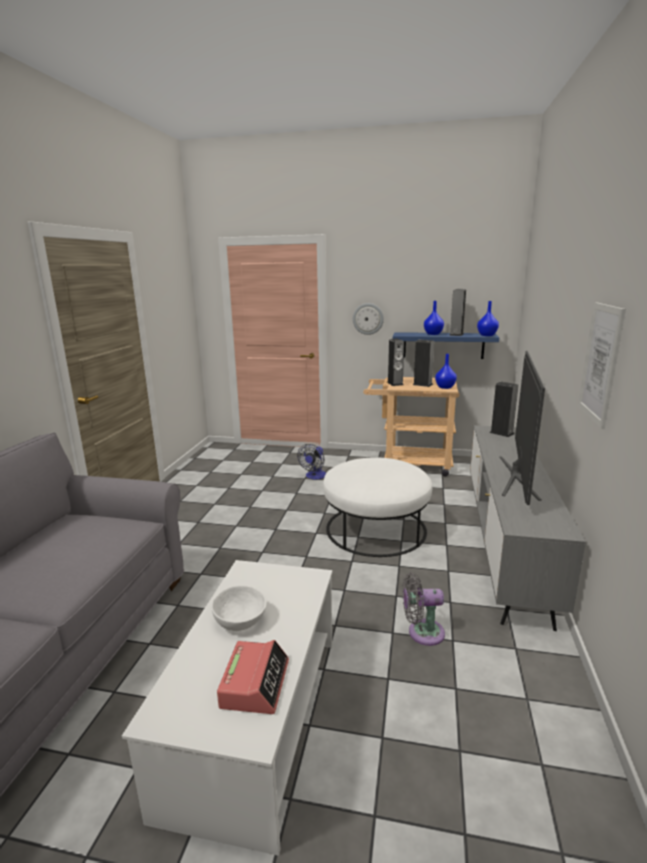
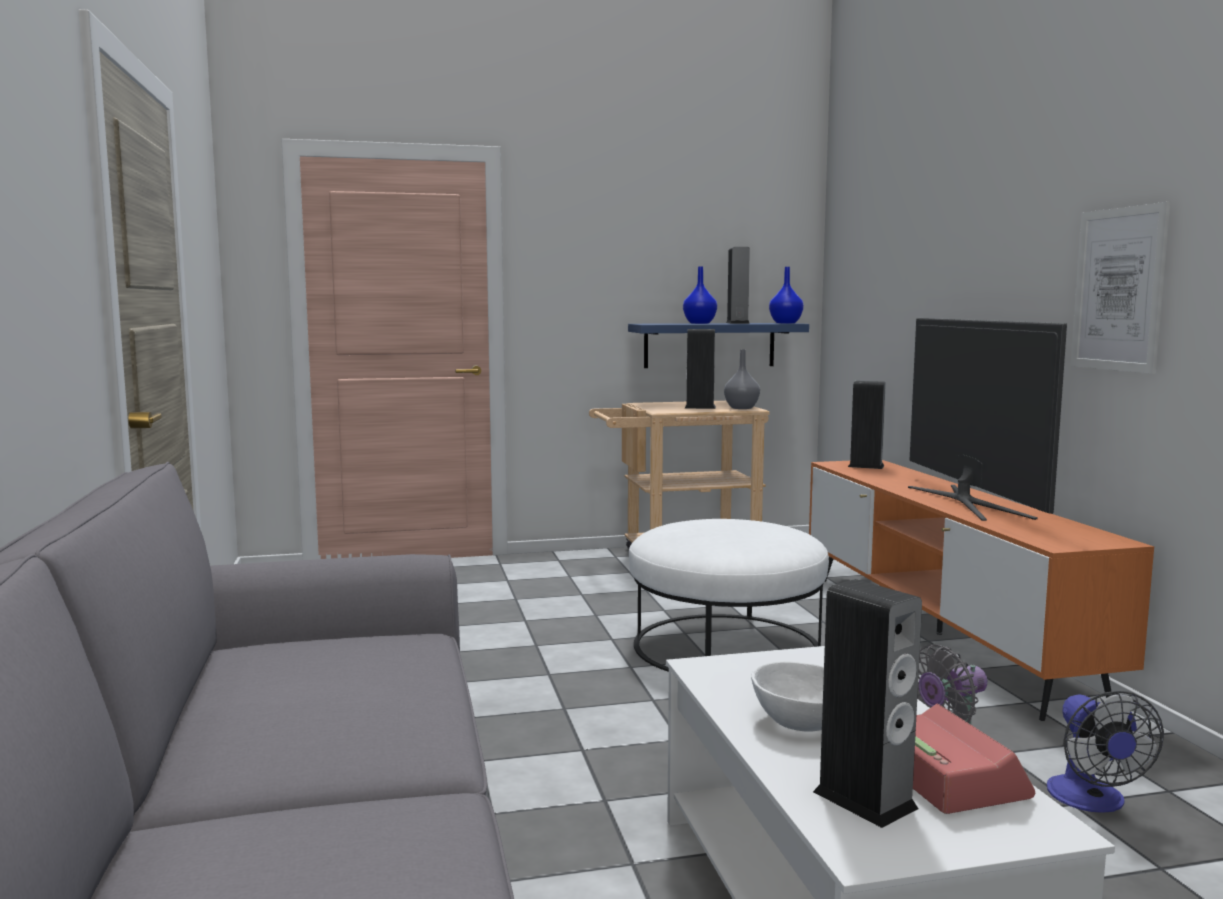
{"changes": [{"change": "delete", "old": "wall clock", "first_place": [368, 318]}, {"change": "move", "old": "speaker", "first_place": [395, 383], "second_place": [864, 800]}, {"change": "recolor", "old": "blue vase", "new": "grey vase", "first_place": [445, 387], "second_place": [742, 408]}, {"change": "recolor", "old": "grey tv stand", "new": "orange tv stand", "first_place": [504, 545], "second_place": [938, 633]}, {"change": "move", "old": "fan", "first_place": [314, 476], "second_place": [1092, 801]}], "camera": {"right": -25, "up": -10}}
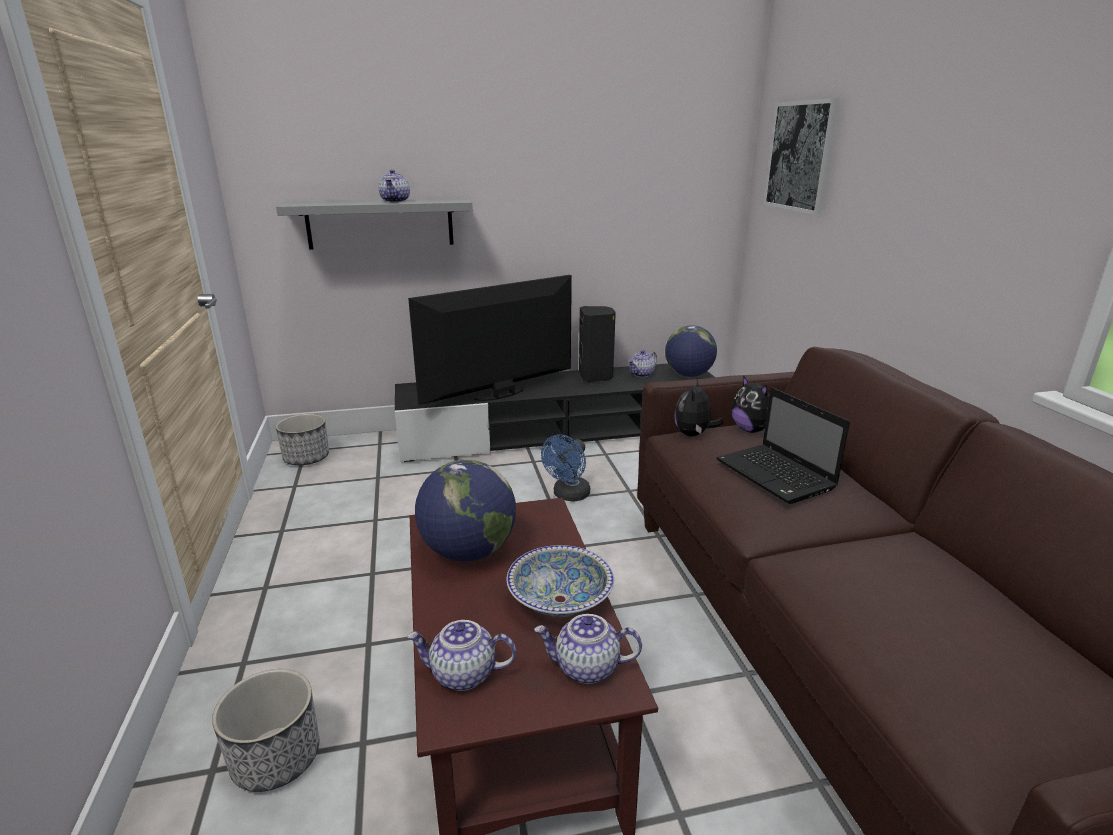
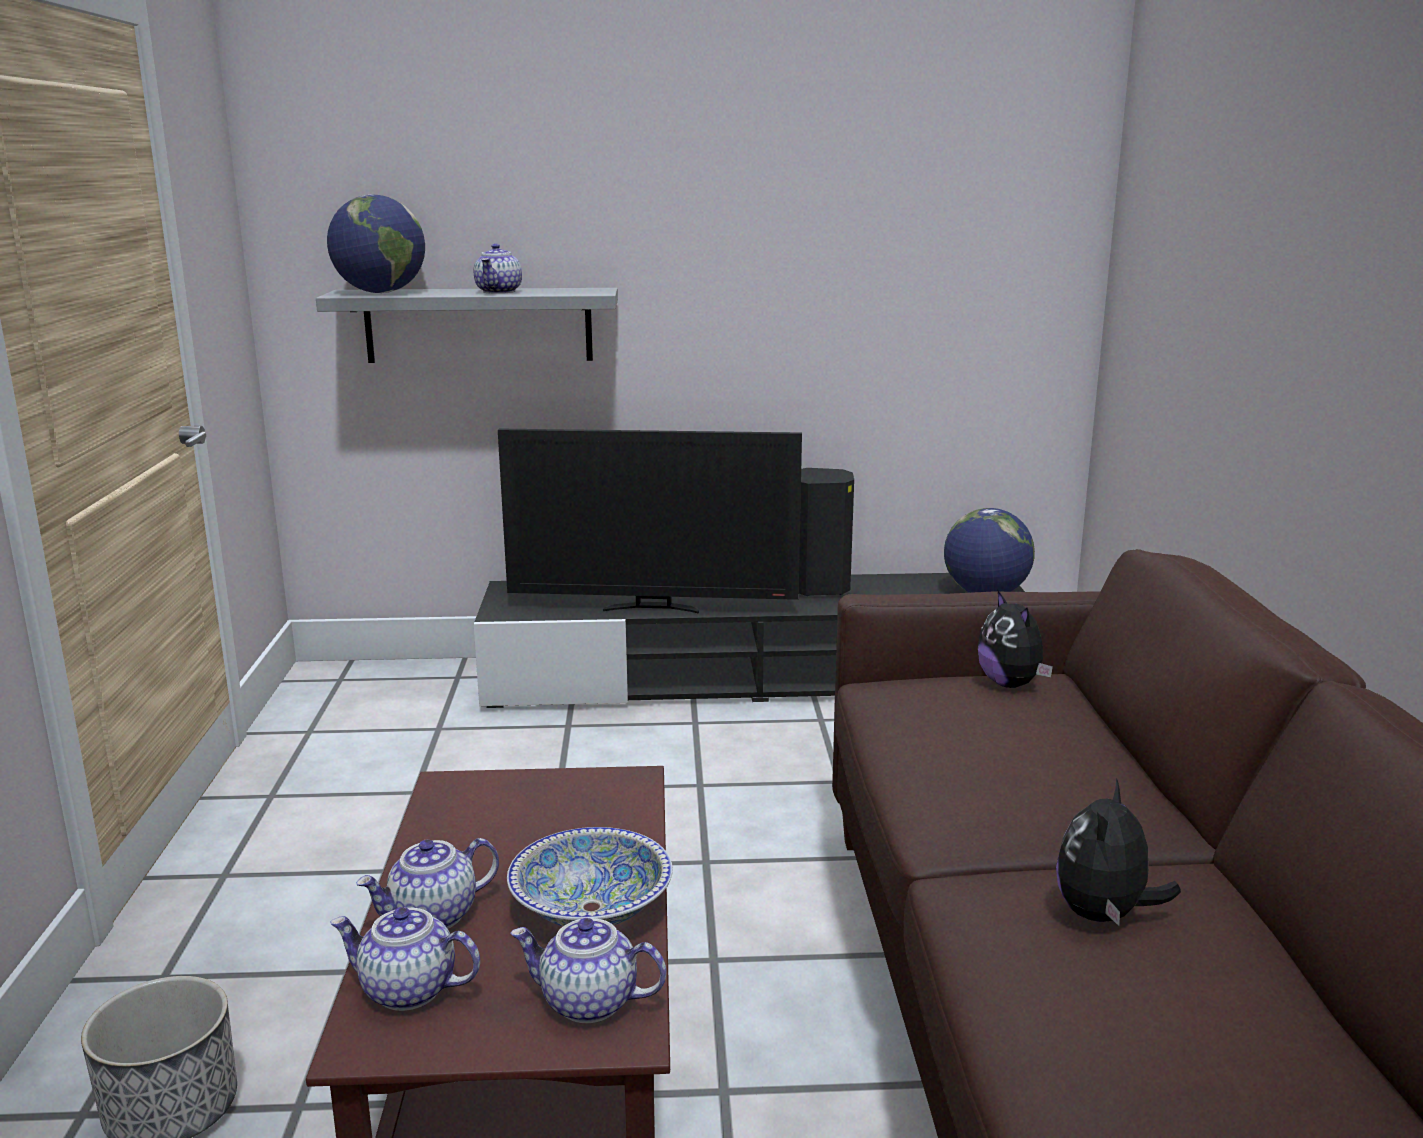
{"changes": [{"change": "delete", "old": "picture", "first_place": [801, 156]}, {"change": "rotate", "old": "television", "first_place": [501, 395], "second_place": [653, 608], "degrees": -150}, {"change": "move", "old": "teapot", "first_place": [642, 374], "second_place": [433, 916]}, {"change": "move", "old": "plush toy", "first_place": [693, 435], "second_place": [1104, 916]}, {"change": "delete", "old": "laptop", "first_place": [777, 475]}, {"change": "delete", "old": "planter", "first_place": [306, 458]}, {"change": "delete", "old": "blue fan", "first_place": [568, 496]}, {"change": "move", "old": "globe", "first_place": [468, 552], "second_place": [380, 292]}], "camera": {"right": 10, "up": -5}}
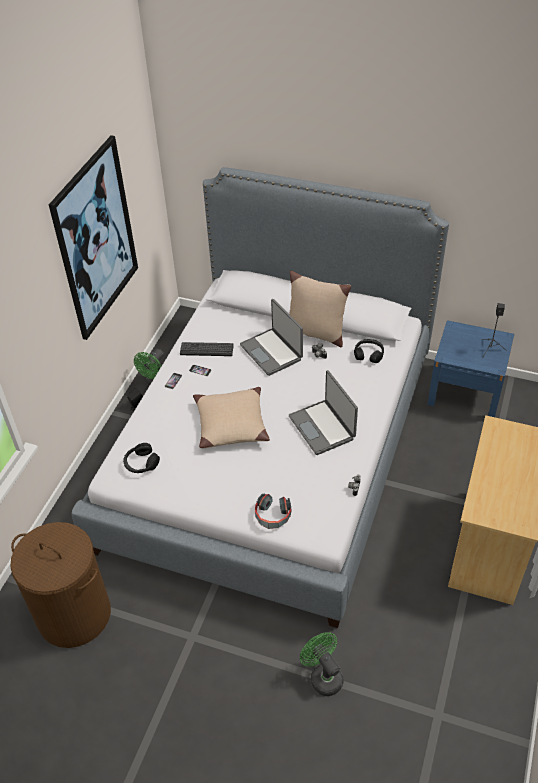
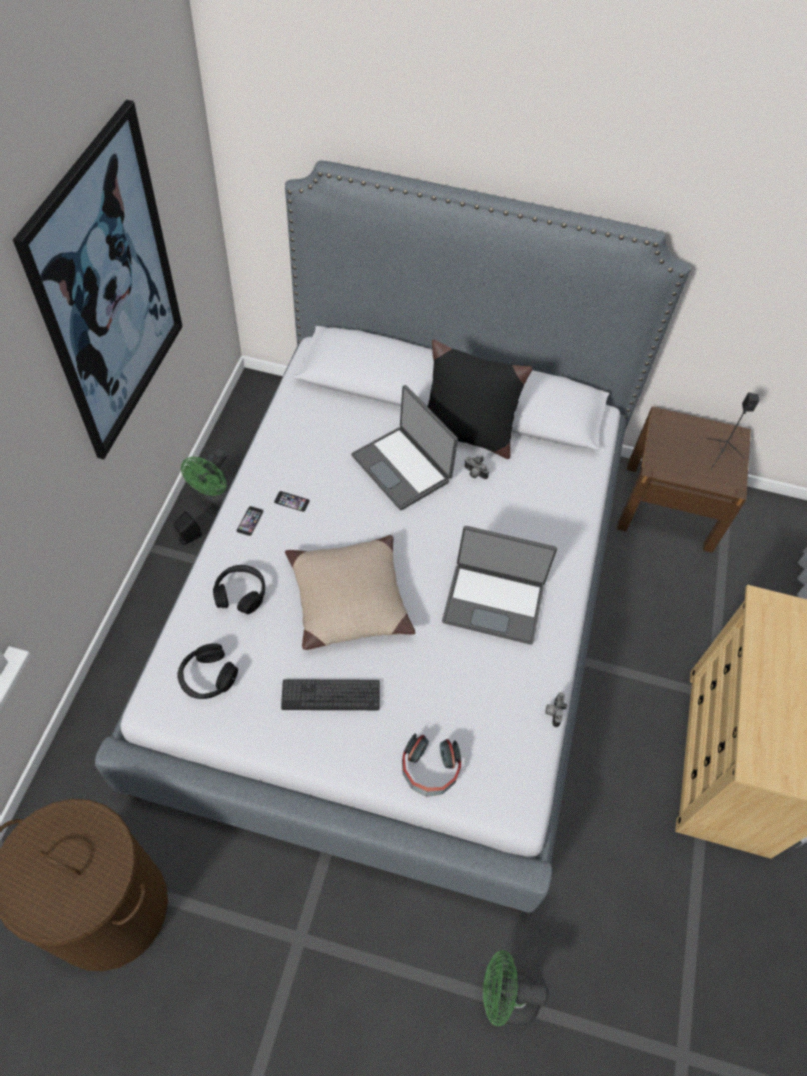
{"changes": [{"change": "recolor", "old": "beige pillow", "new": "black pillow", "first_place": [315, 333], "second_place": [466, 433]}, {"change": "recolor", "old": "blue nightstand", "new": "brown nightstand", "first_place": [465, 391], "second_place": [668, 506]}, {"change": "move", "old": "black headphones", "first_place": [368, 354], "second_place": [240, 593]}, {"change": "move", "old": "keyboard", "first_place": [206, 349], "second_place": [331, 695]}, {"change": "rotate", "old": "laptop", "first_place": [323, 427], "second_place": [494, 602], "degrees": -45}, {"change": "rotate", "old": "green fan", "first_place": [323, 676], "second_place": [505, 998], "degrees": -45}], "camera": {"right": -10, "up": 10}}
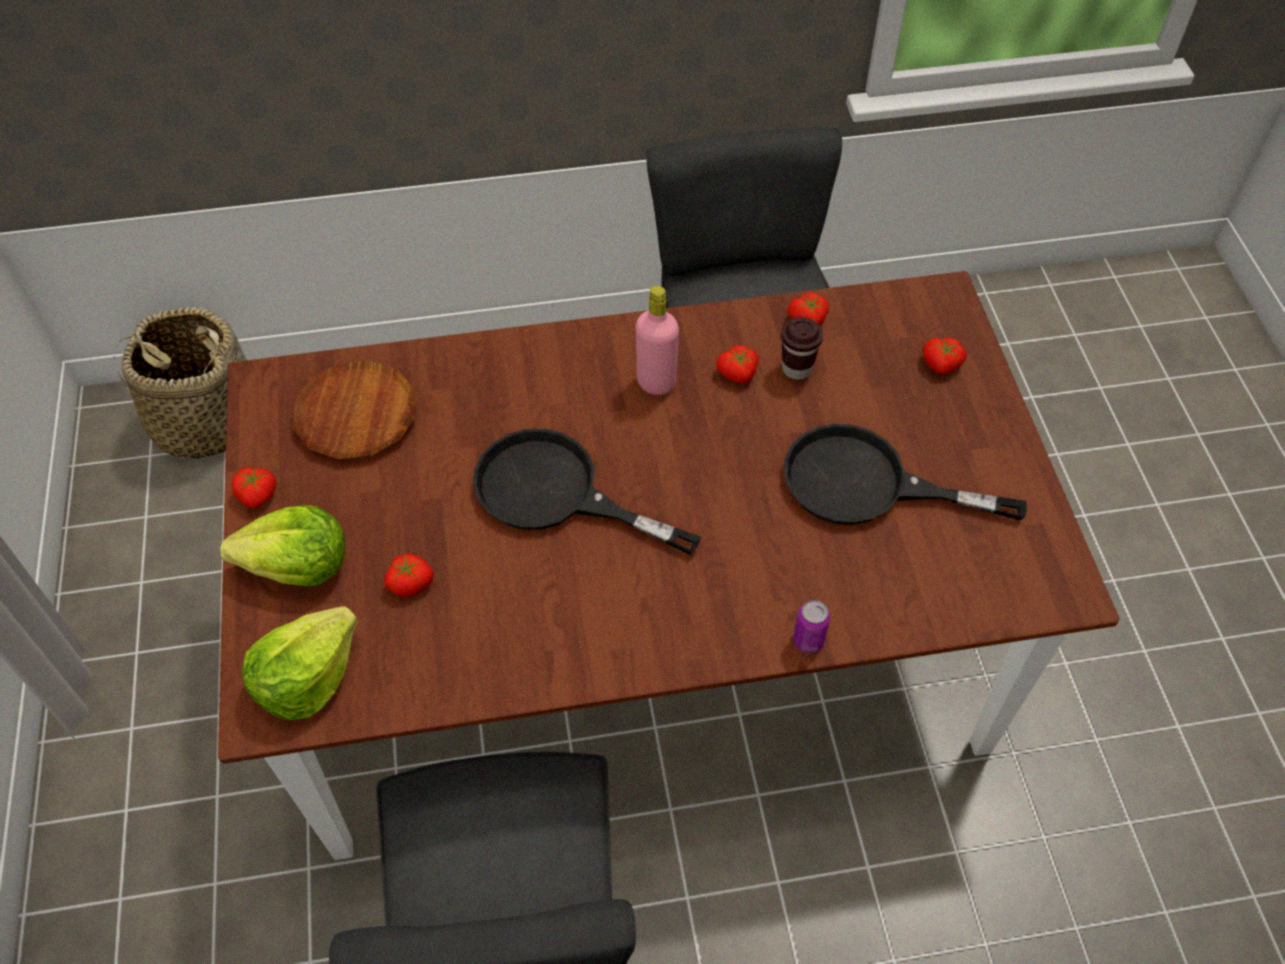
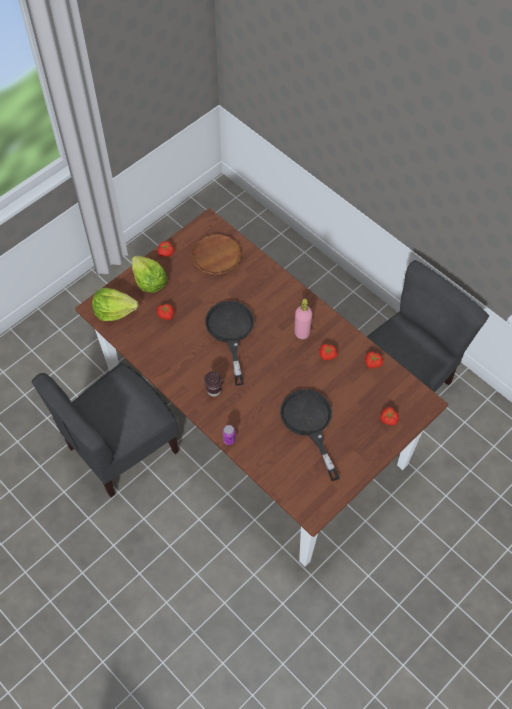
{"changes": [{"change": "delete", "old": "basket", "first_place": [206, 420]}, {"change": "move", "old": "brown cup", "first_place": [796, 369], "second_place": [214, 391]}], "camera": {"right": 55, "up": 5}}
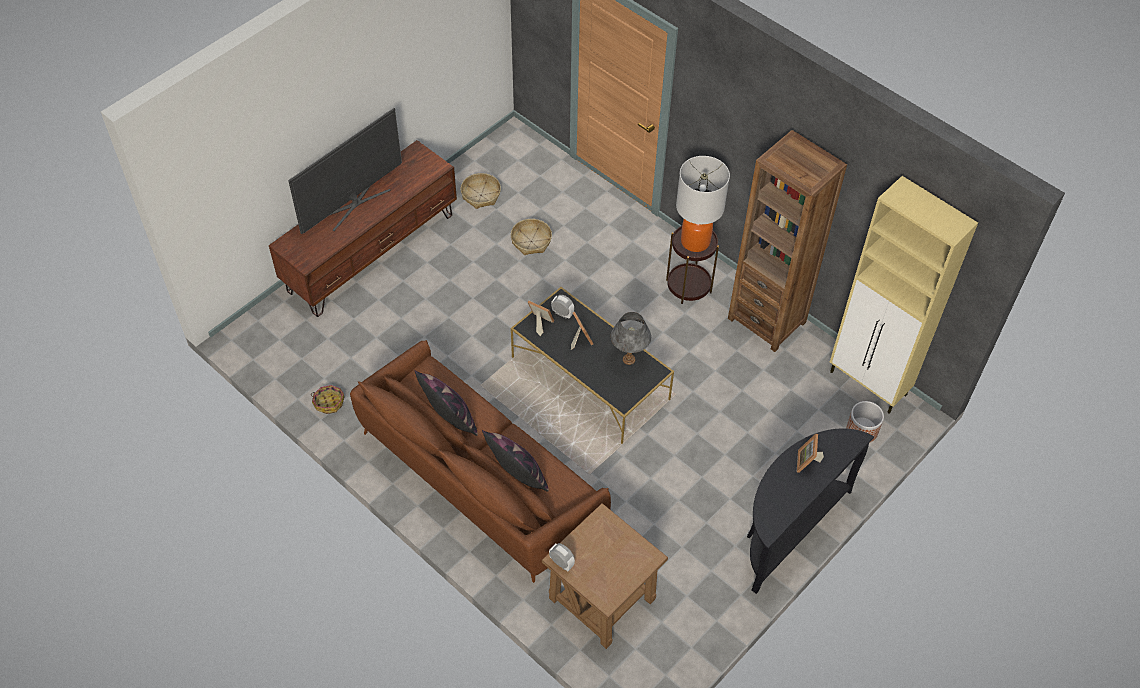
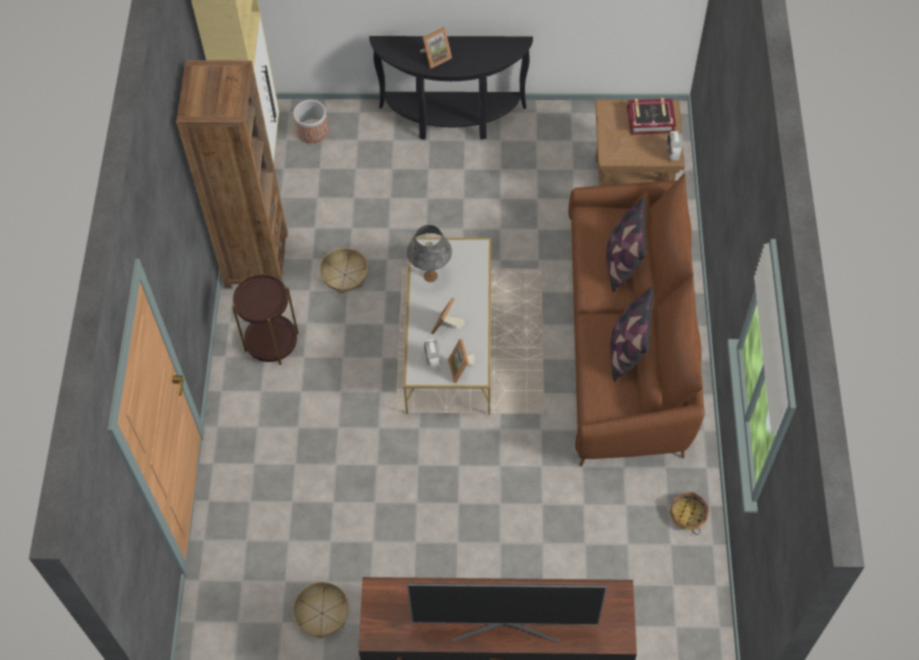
{"changes": [{"change": "delete", "old": "table lamp", "first_place": [695, 241]}, {"change": "move", "old": "basket", "first_place": [531, 241], "second_place": [345, 275]}, {"change": "recolor", "old": "black coffee table", "new": "white coffee table", "first_place": [589, 377], "second_place": [449, 340]}, {"change": "insert", "new": "book", "second_place": [650, 119]}], "camera": {"right": -130, "up": 5}}
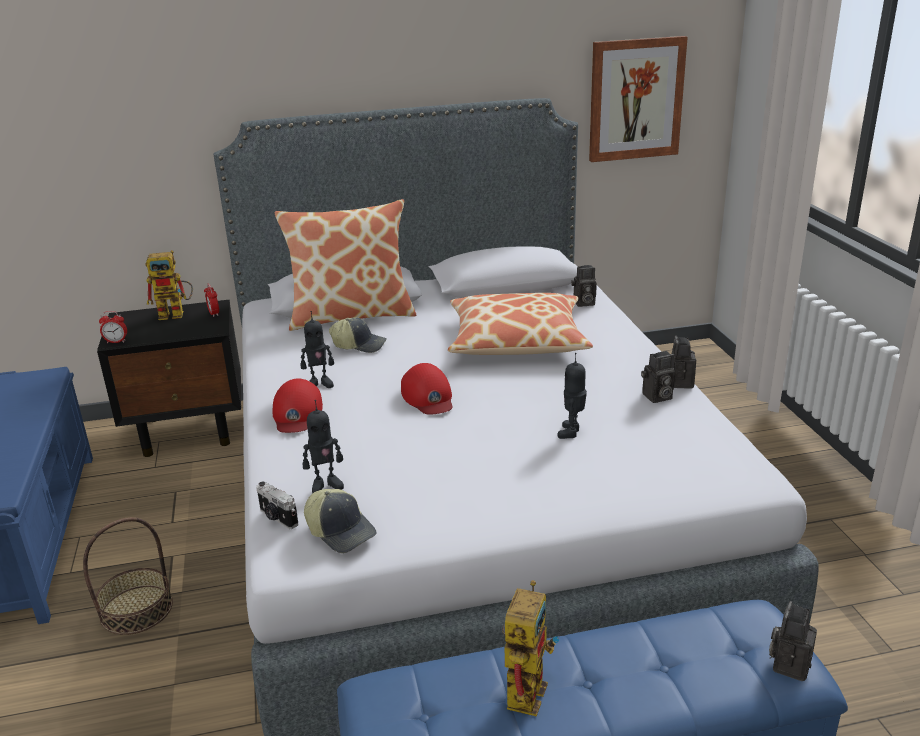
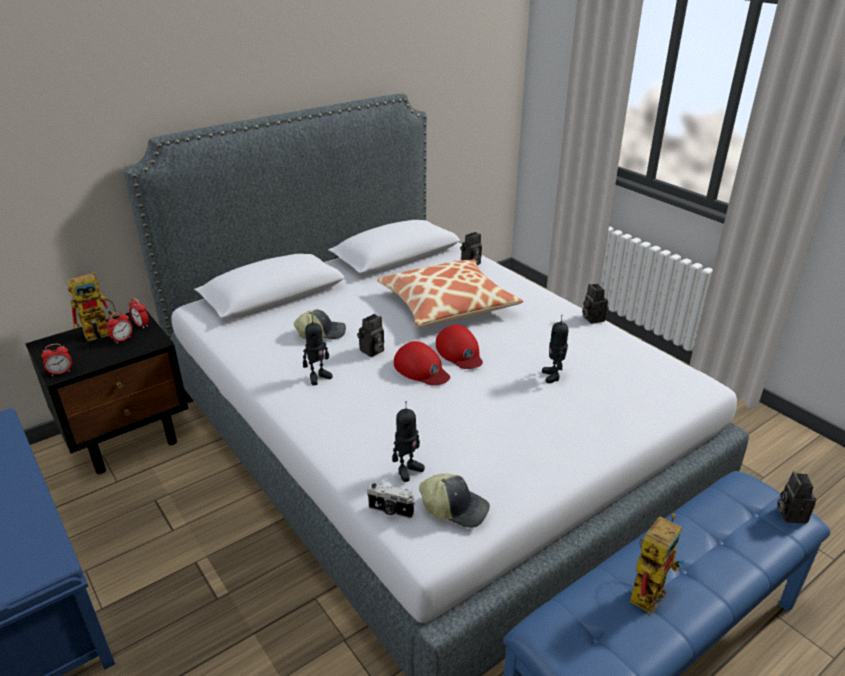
{"changes": [{"change": "delete", "old": "picture", "first_place": [635, 99]}, {"change": "delete", "old": "pillow", "first_place": [351, 315]}, {"change": "move", "old": "photo camera", "first_place": [656, 397], "second_place": [372, 351]}, {"change": "move", "old": "red cap", "first_place": [297, 413], "second_place": [459, 352]}, {"change": "delete", "old": "basket", "first_place": [136, 609]}, {"change": "rotate", "old": "toy robot", "first_place": [525, 686], "second_place": [648, 589], "degrees": 45}, {"change": "insert", "new": "alarm clock", "second_place": [122, 339]}], "camera": {"right": -25, "up": 5}}
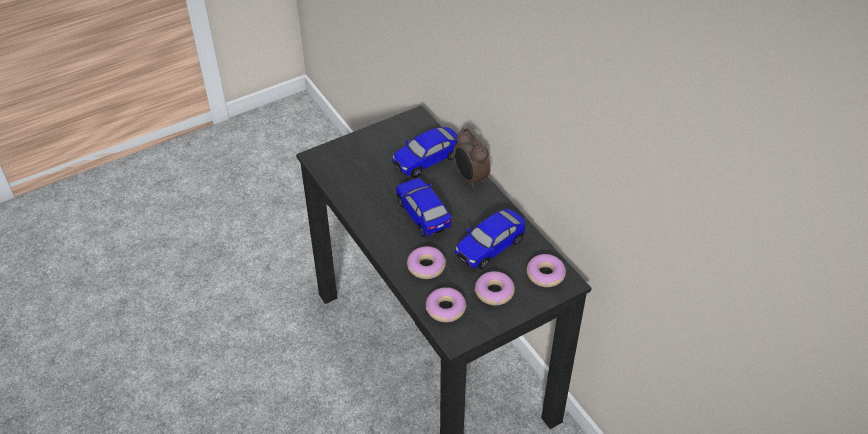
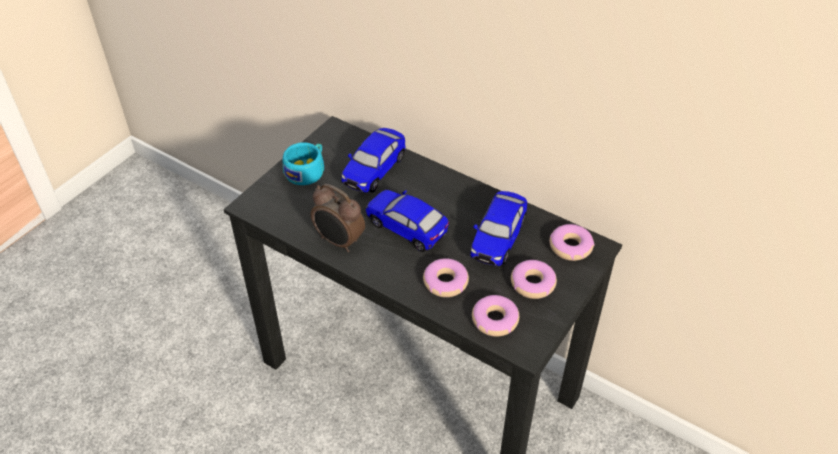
{"changes": [{"change": "move", "old": "alarm clock", "first_place": [470, 178], "second_place": [339, 242]}, {"change": "insert", "new": "turquoise cup", "second_place": [307, 170]}], "camera": {"right": -25, "up": 0}}
